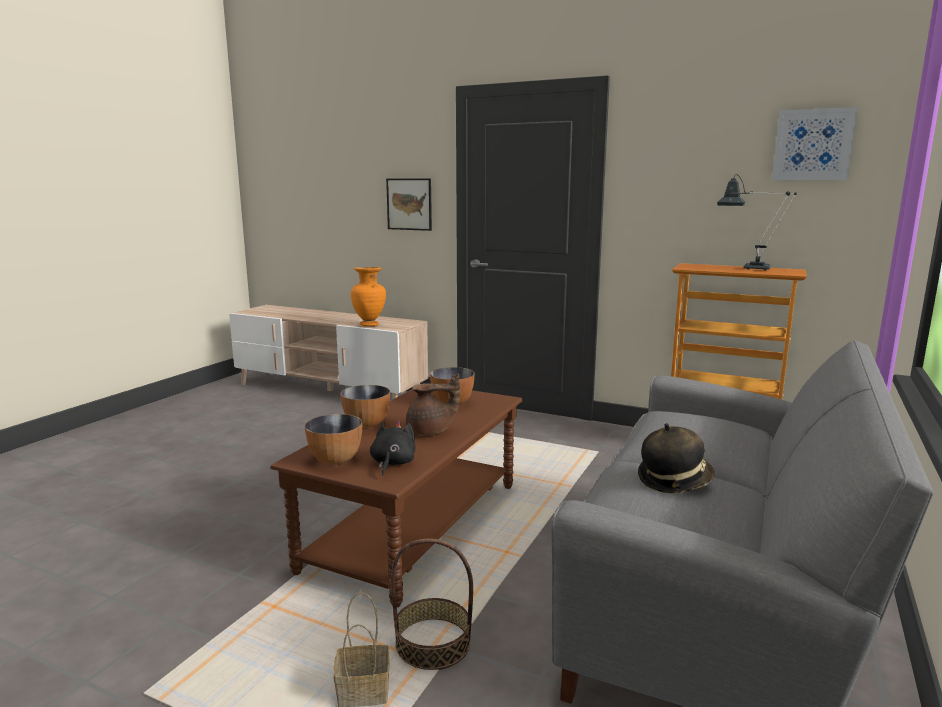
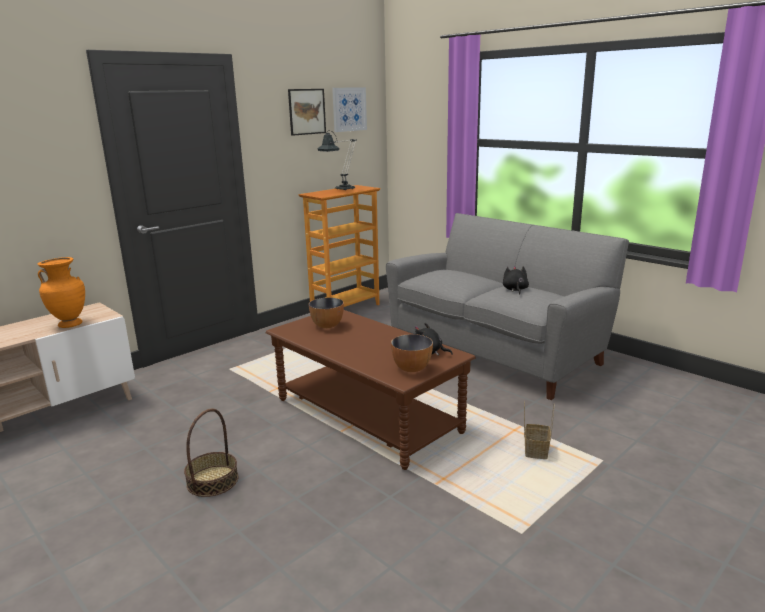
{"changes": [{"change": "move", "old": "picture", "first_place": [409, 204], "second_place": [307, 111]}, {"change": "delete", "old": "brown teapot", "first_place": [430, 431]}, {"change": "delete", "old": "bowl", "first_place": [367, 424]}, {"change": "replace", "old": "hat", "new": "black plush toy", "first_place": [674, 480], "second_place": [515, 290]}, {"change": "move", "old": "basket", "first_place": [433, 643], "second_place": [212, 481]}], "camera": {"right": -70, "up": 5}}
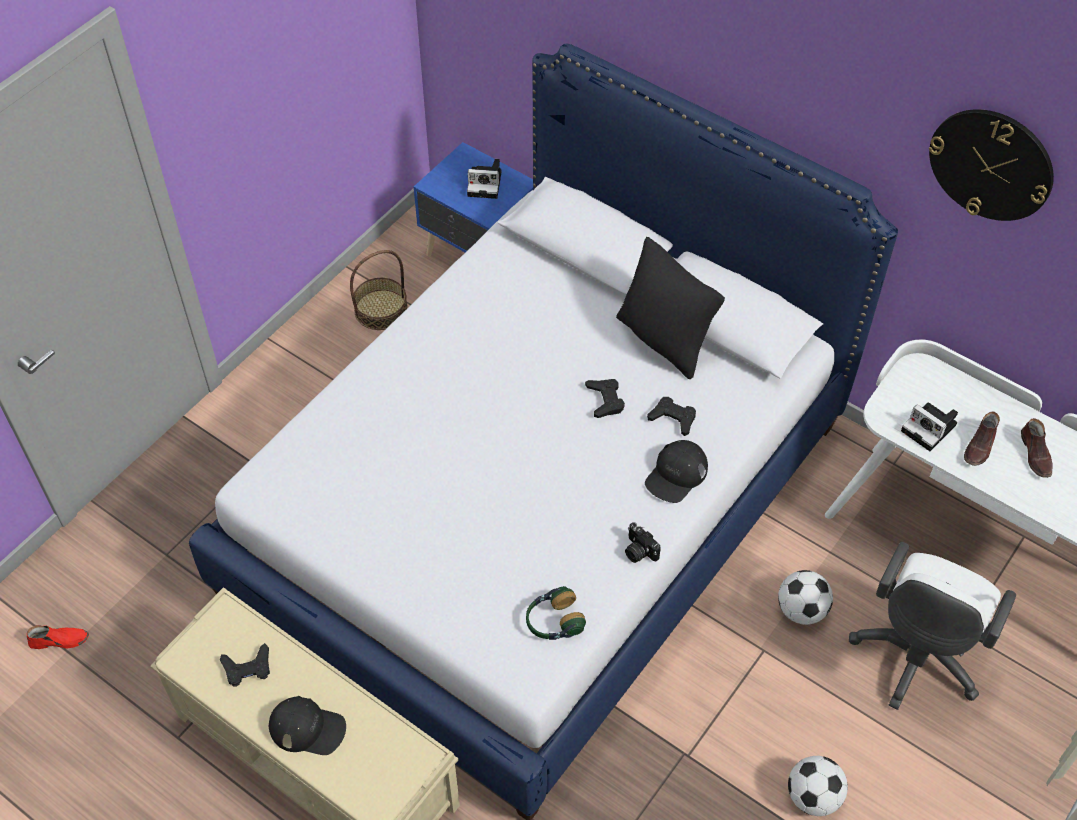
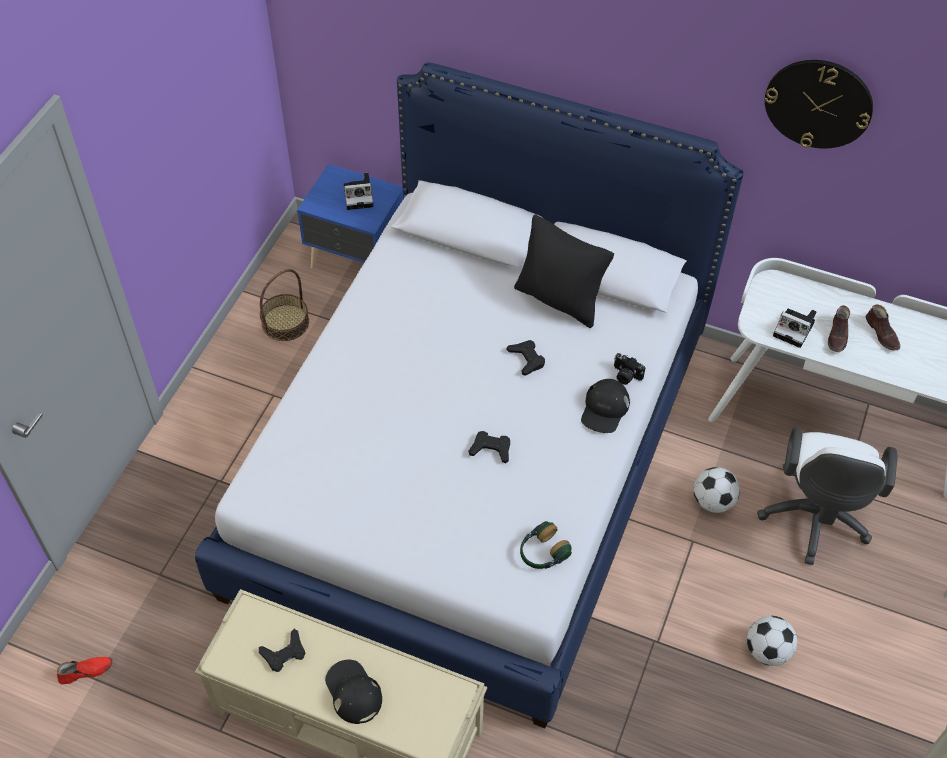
{"changes": [{"change": "move", "old": "black game controller", "first_place": [673, 418], "second_place": [491, 449]}, {"change": "move", "old": "photo camera", "first_place": [638, 551], "second_place": [625, 375]}, {"change": "rotate", "old": "black cap", "first_place": [307, 728], "second_place": [353, 692], "degrees": -120}], "camera": {"right": -15, "up": 0}}
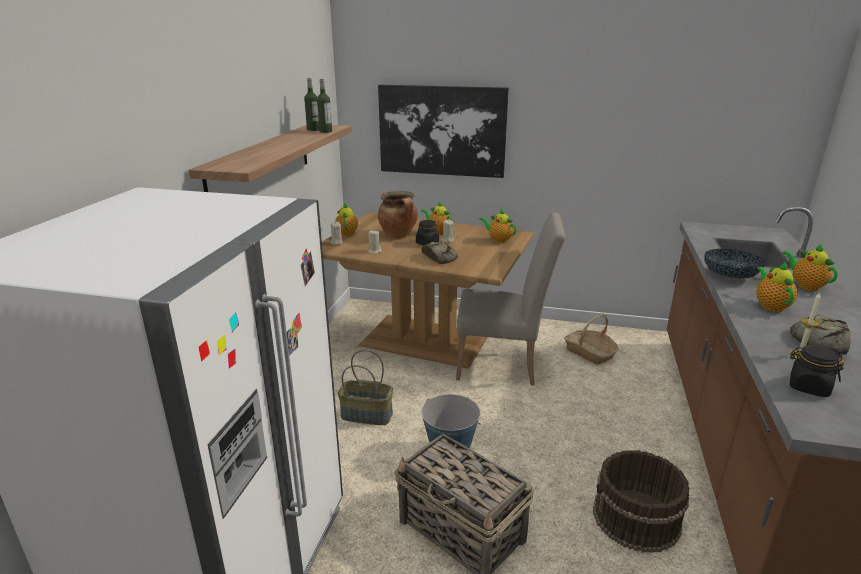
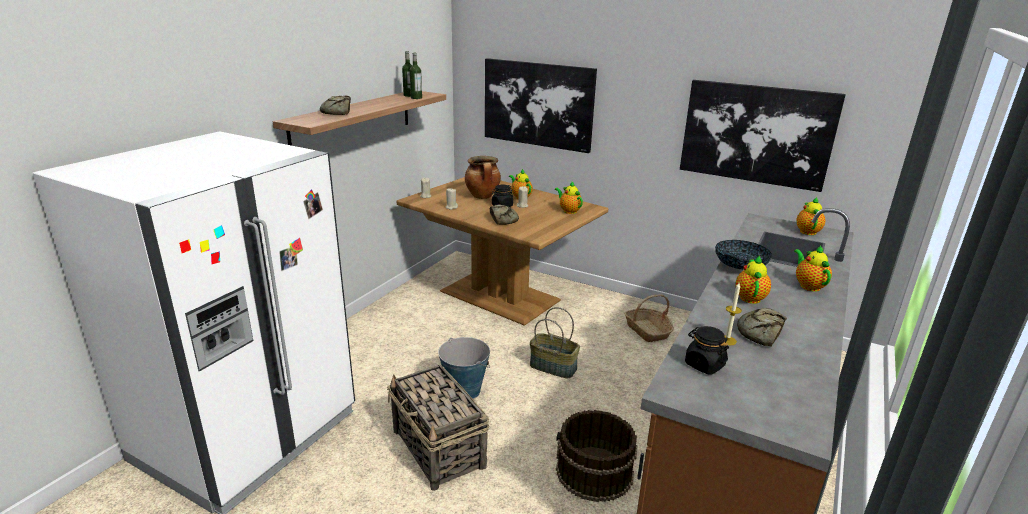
{"changes": [{"change": "move", "old": "teapot", "first_place": [347, 233], "second_place": [807, 231]}, {"change": "delete", "old": "beige chair", "first_place": [503, 366]}, {"change": "move", "old": "basket", "first_place": [367, 414], "second_place": [553, 367]}, {"change": "insert", "new": "picture", "second_place": [756, 134]}, {"change": "insert", "new": "bread", "second_place": [337, 112]}], "camera": {"right": 15, "up": 0}}
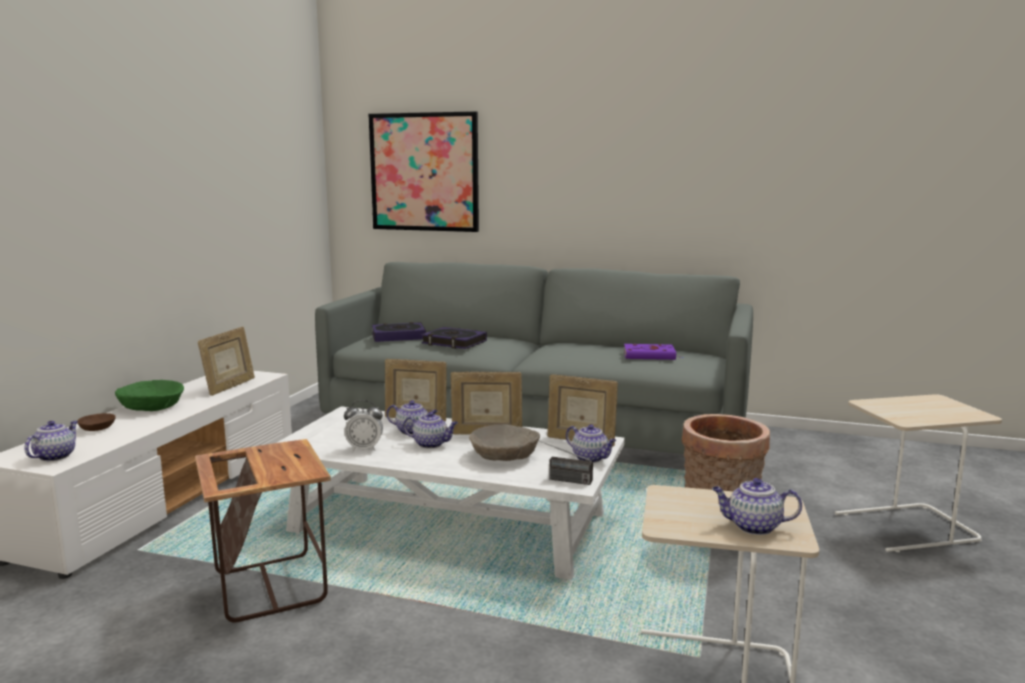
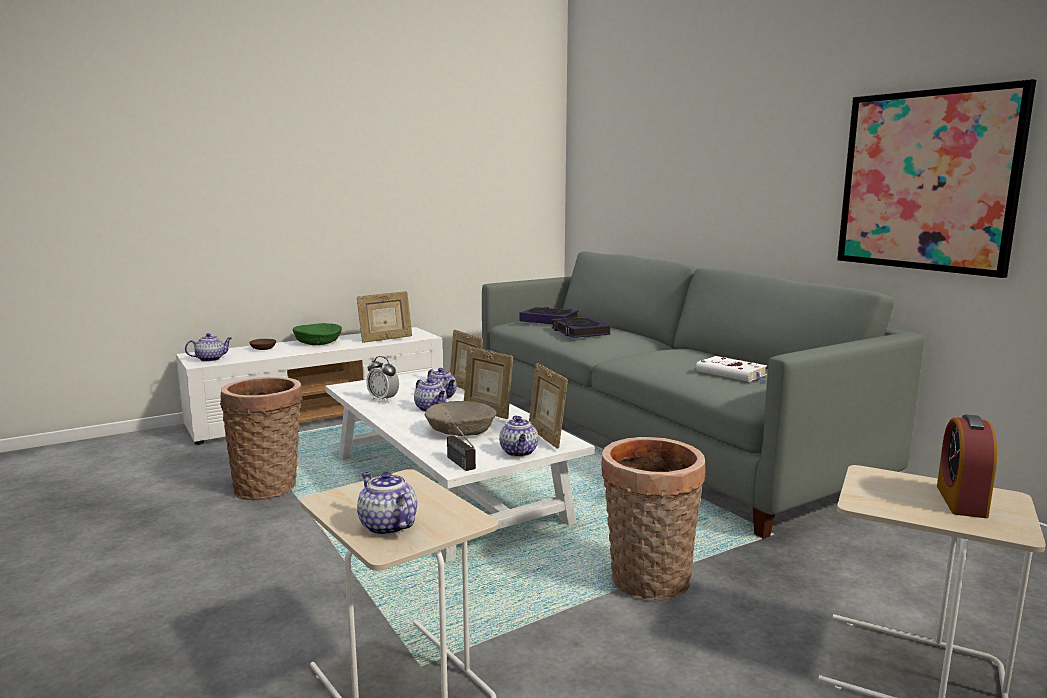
{"changes": [{"change": "move", "old": "picture", "first_place": [424, 172], "second_place": [927, 181]}, {"change": "recolor", "old": "purple book", "new": "white book", "first_place": [651, 356], "second_place": [733, 374]}, {"change": "replace", "old": "side table", "new": "basket", "first_place": [269, 586], "second_place": [269, 486]}, {"change": "insert", "new": "alarm clock", "second_place": [961, 501]}], "camera": {"right": 40, "up": 0}}
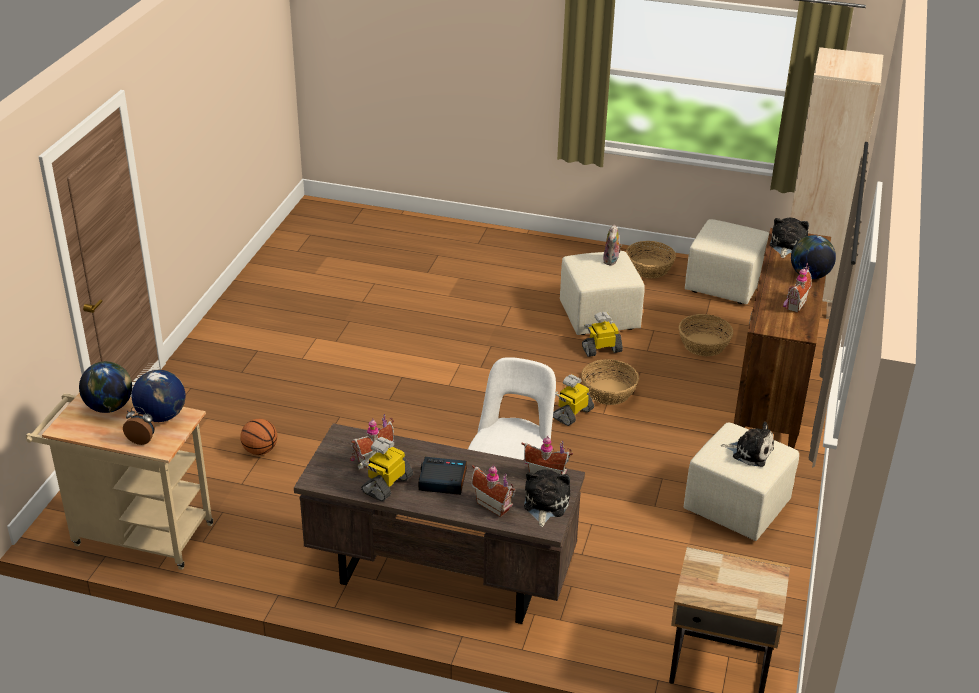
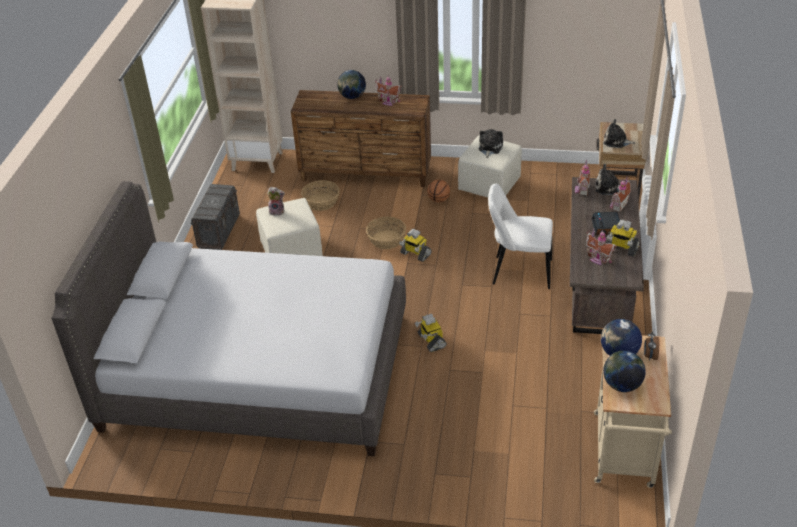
{"changes": [{"change": "move", "old": "plush toy", "first_place": [786, 245], "second_place": [616, 141]}, {"change": "delete", "old": "beige ottoman", "first_place": [723, 285]}, {"change": "replace", "old": "basket", "new": "grey storage box", "first_place": [649, 268], "second_place": [219, 231]}, {"change": "move", "old": "toy robot", "first_place": [601, 349], "second_place": [431, 340]}, {"change": "move", "old": "basketball", "first_place": [260, 450], "second_place": [438, 200]}, {"change": "insert", "new": "grey bed", "second_place": [257, 372]}], "camera": {"right": -95, "up": 5}}
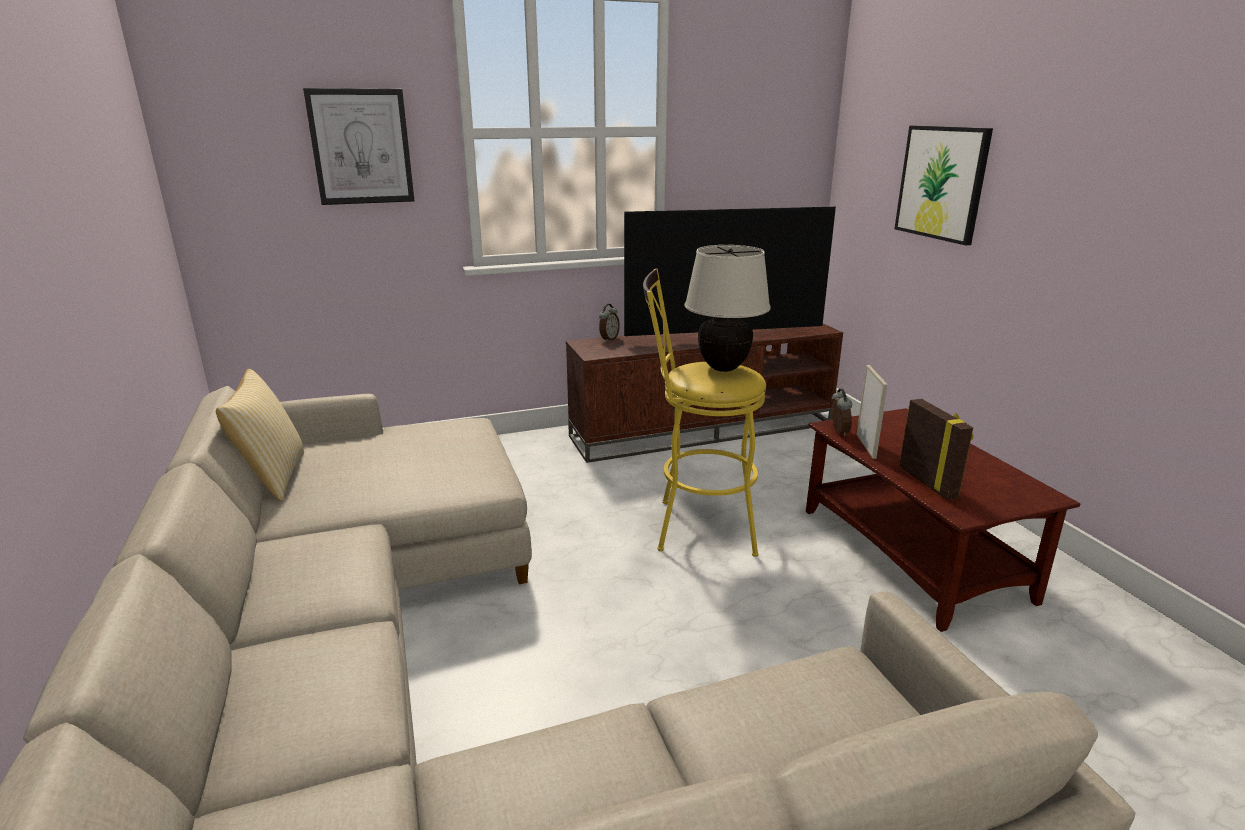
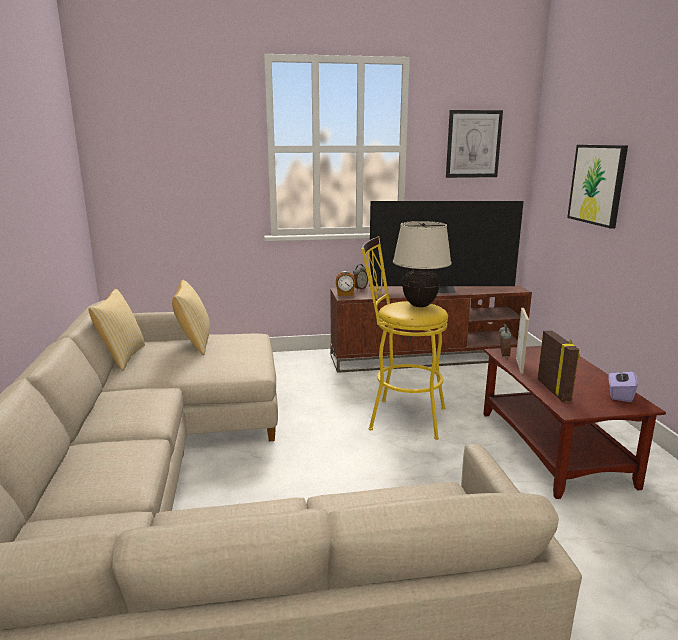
{"changes": [{"change": "move", "old": "picture", "first_place": [361, 147], "second_place": [473, 144]}, {"change": "insert", "new": "alarm clock", "second_place": [345, 294]}, {"change": "insert", "new": "pillow", "second_place": [194, 344]}, {"change": "insert", "new": "purple tissue box", "second_place": [619, 395]}], "camera": {"right": 10, "up": -5}}
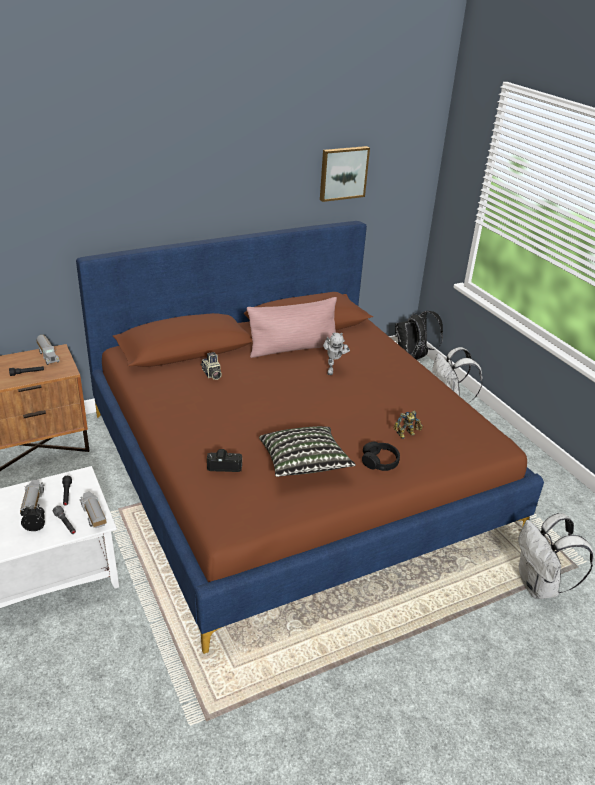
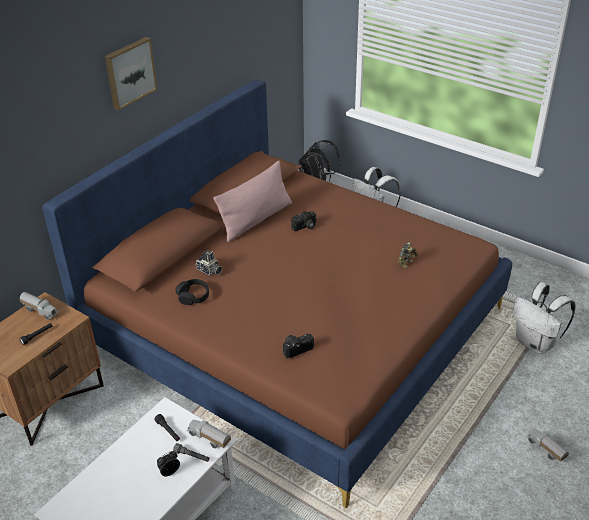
{"changes": [{"change": "move", "old": "picture", "first_place": [343, 173], "second_place": [129, 72]}, {"change": "replace", "old": "toy robot", "new": "photo camera", "first_place": [333, 369], "second_place": [305, 227]}, {"change": "delete", "old": "pillow", "first_place": [304, 464]}, {"change": "move", "old": "black headphones", "first_place": [380, 461], "second_place": [193, 296]}, {"change": "move", "old": "toy truck", "first_place": [32, 504], "second_place": [545, 450]}], "camera": {"right": -25, "up": 5}}
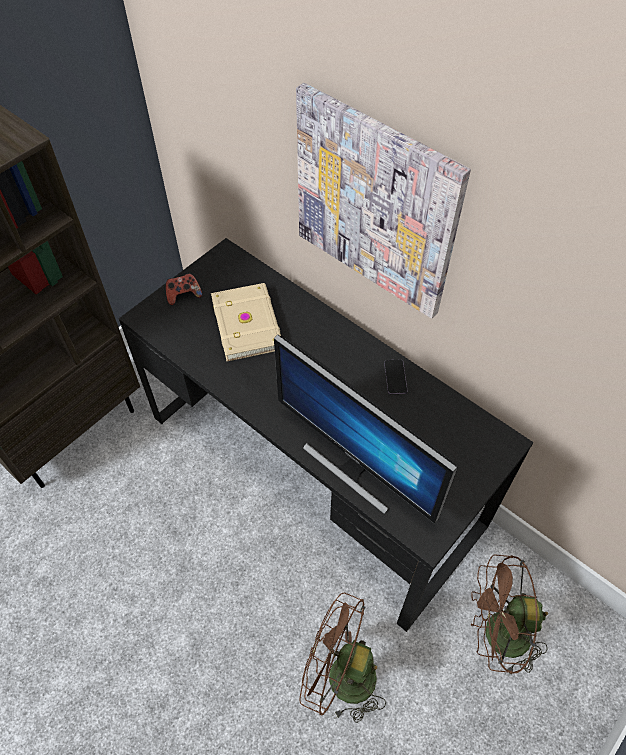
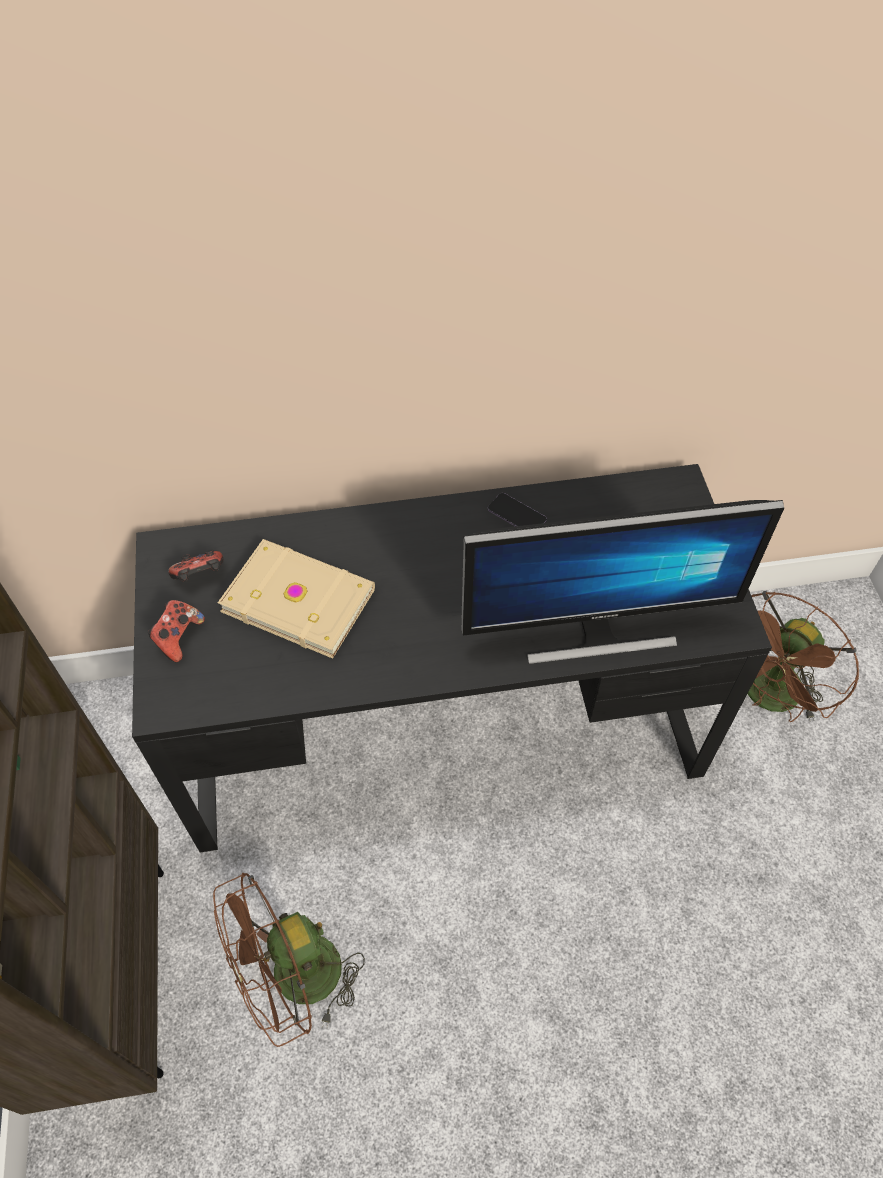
{"changes": [{"change": "delete", "old": "picture", "first_place": [375, 204]}, {"change": "move", "old": "brown fan", "first_place": [340, 676], "second_place": [294, 981]}, {"change": "insert", "new": "game controller", "second_place": [200, 577]}], "camera": {"right": -50, "up": 0}}
